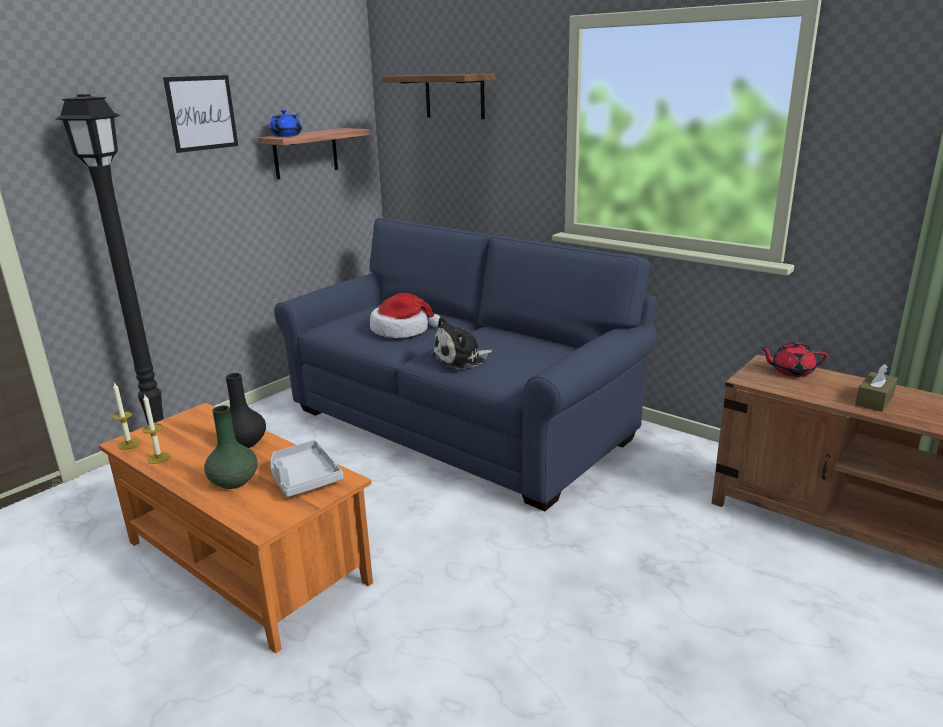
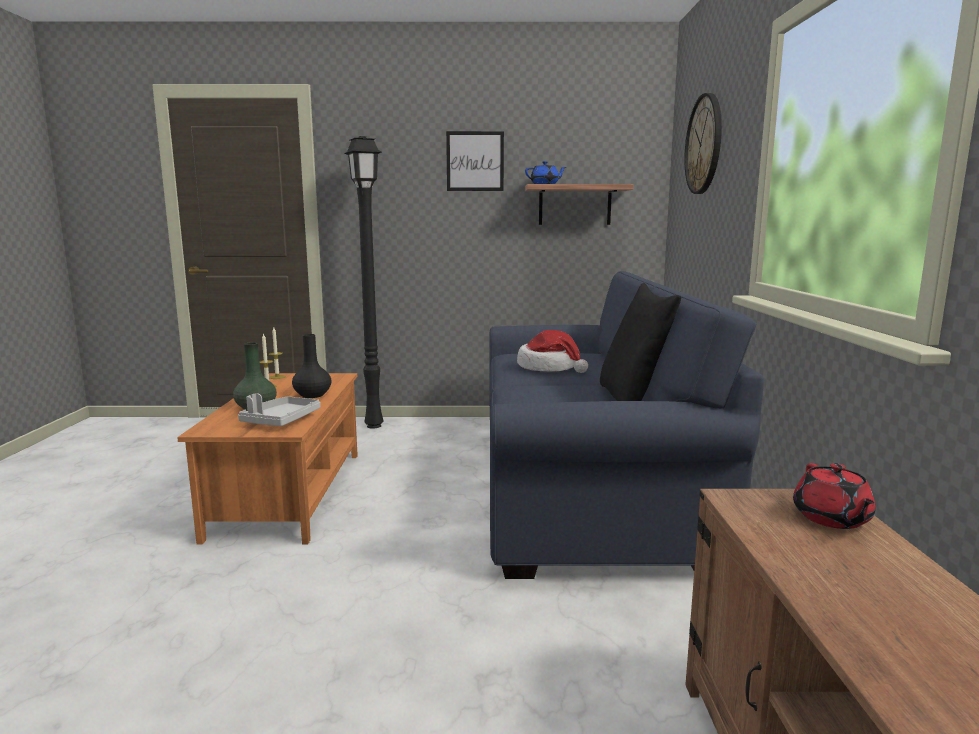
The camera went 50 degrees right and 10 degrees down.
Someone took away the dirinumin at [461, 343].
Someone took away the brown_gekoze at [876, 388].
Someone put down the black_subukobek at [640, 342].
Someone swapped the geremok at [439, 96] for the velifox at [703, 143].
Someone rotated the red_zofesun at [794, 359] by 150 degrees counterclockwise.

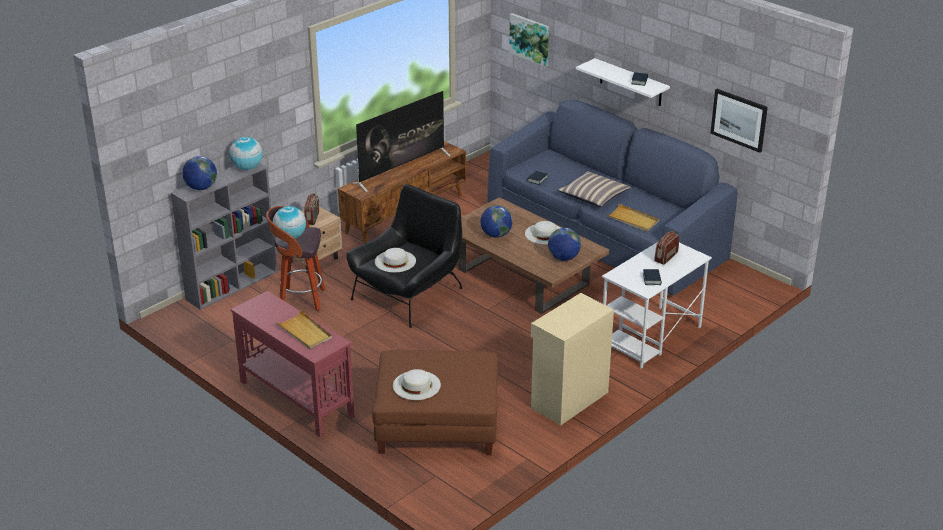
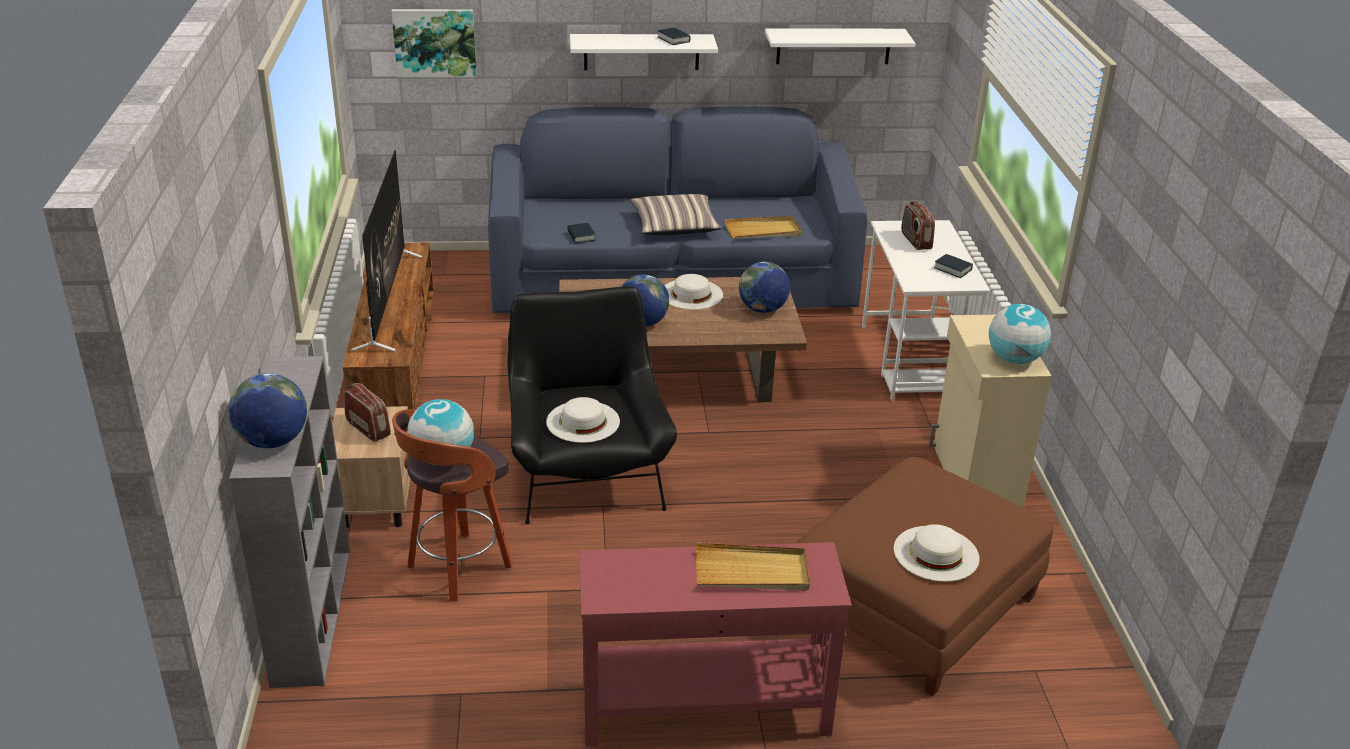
The camera went 50 degrees left and 0 degrees up.
Someone carried the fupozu from [246, 153] to [1020, 334].
Someone swapped the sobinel at [739, 121] for the white_geremok at [840, 46].

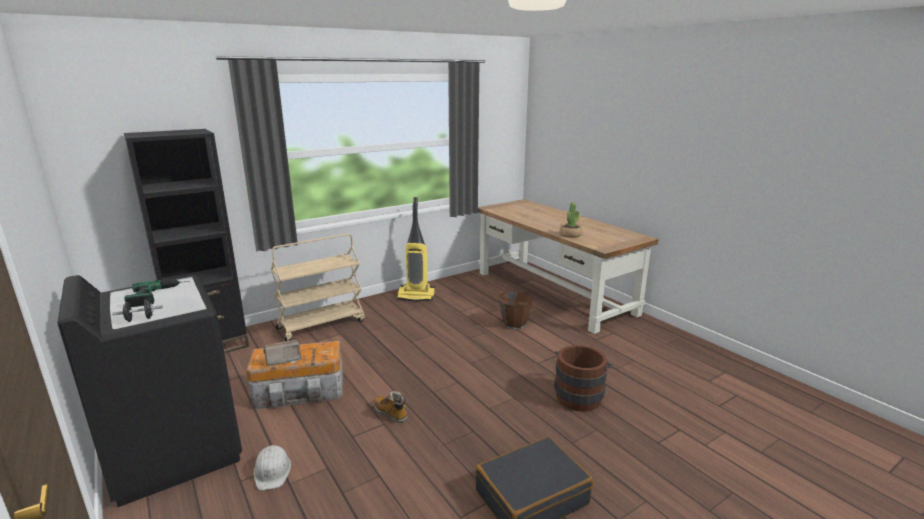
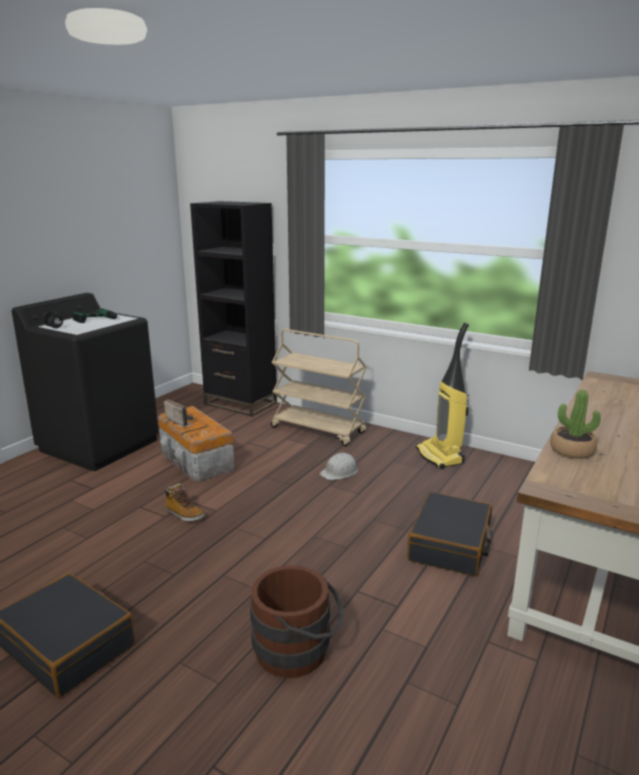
The camera went 65 degrees right and 0 degrees up.
Someone carried the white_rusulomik from [272, 467] to [339, 466].
Someone swapped the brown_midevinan at [516, 310] for the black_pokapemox at [449, 534].
Someone rotated the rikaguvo at [390, 407] by 105 degrees clockwise.

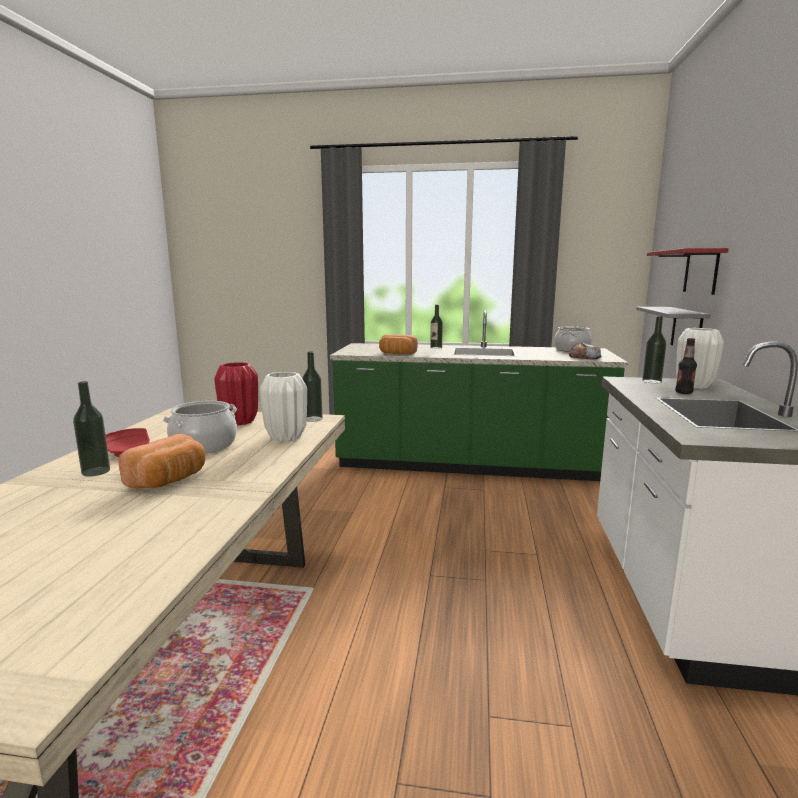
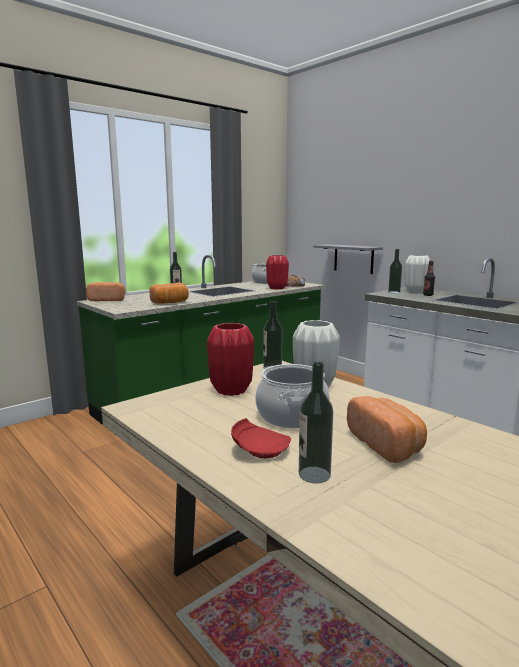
The camera went 50 degrees left and 0 degrees up.
Someone took away the red_geremok at [688, 271].
Someone put down the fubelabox at [105, 291].
Someone put down the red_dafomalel at [277, 272].

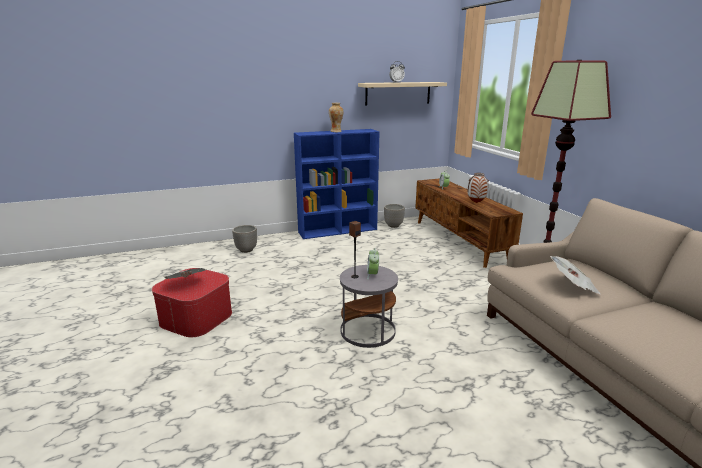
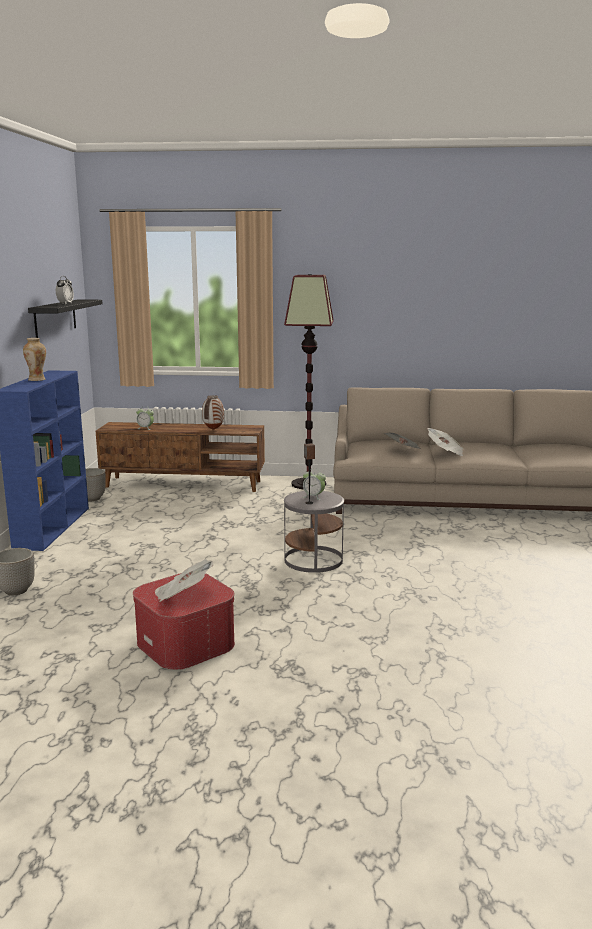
The camera went 65 degrees left and 5 degrees down.
Someone put down the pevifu at [445, 442].
Someone repainted the beige_geremok at [402, 94], which became the black_geremok at [65, 319].

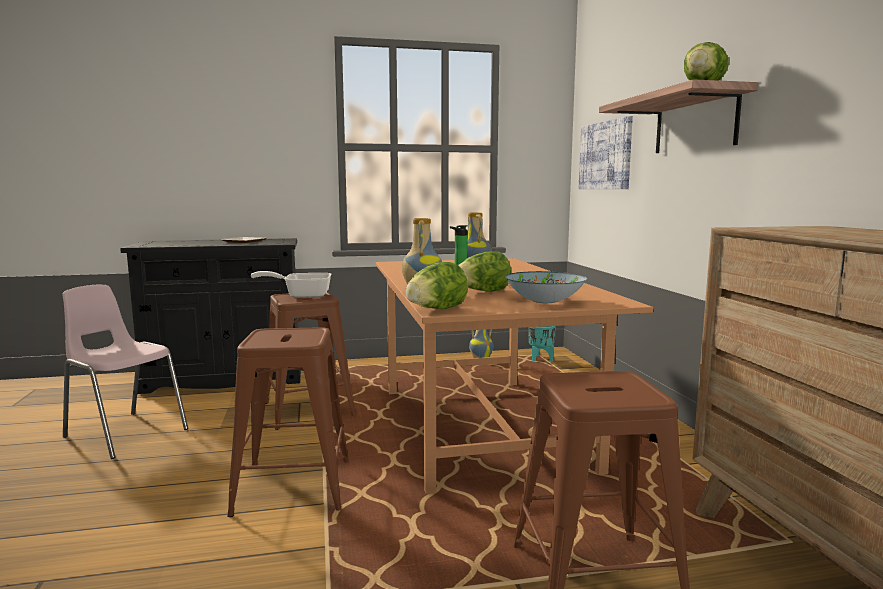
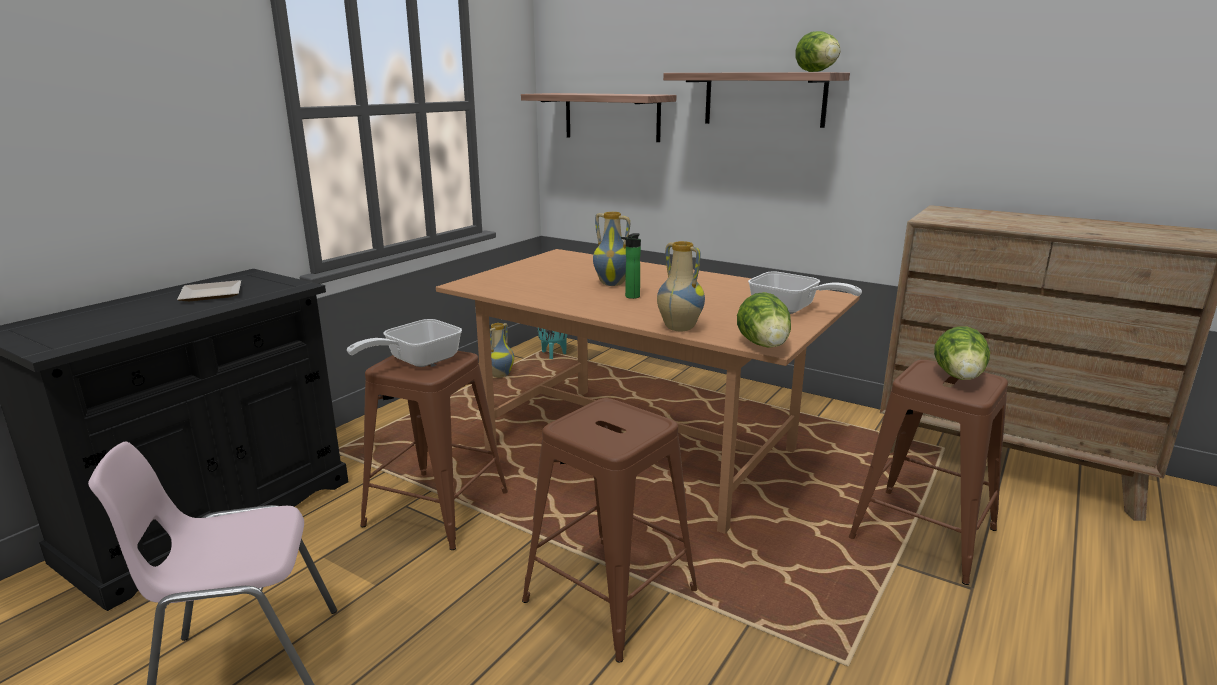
The camera went 45 degrees left and 10 degrees up.
Someone carried the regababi from [485, 271] to [962, 353].
Someone swapped the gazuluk at [546, 287] for the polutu at [805, 293].
Someone swapped the sobinel at [606, 152] for the geremok at [598, 117].

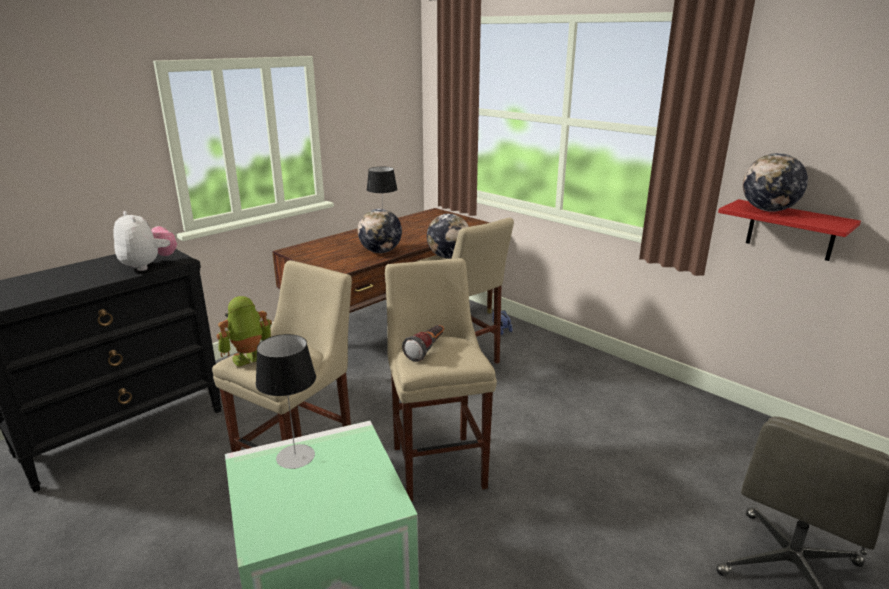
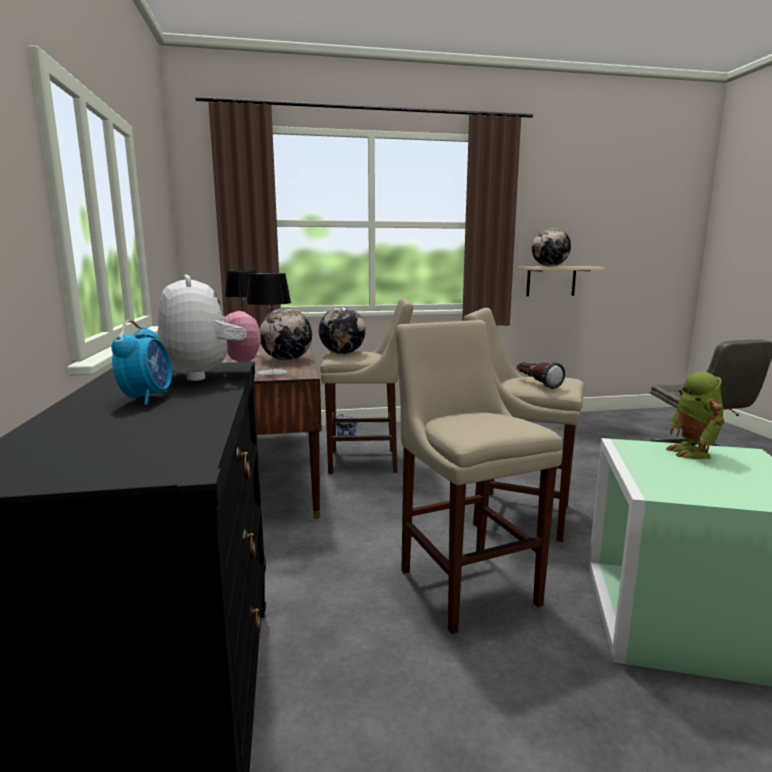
The camera went 55 degrees left and 10 degrees down.
Someone put down the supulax at [141, 362].
Someone carried the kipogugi from [244, 331] to [695, 415].
Someone carried the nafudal from [285, 401] to [268, 324].
Someone repainted the red_geremok at [789, 230], which became the beige_geremok at [561, 281].
Someone rotated the dirinumin at [145, 241] by 75 degrees clockwise.

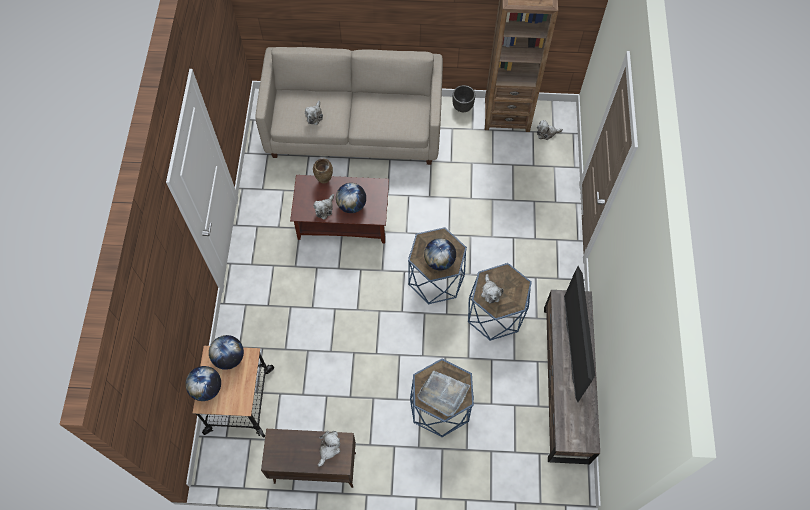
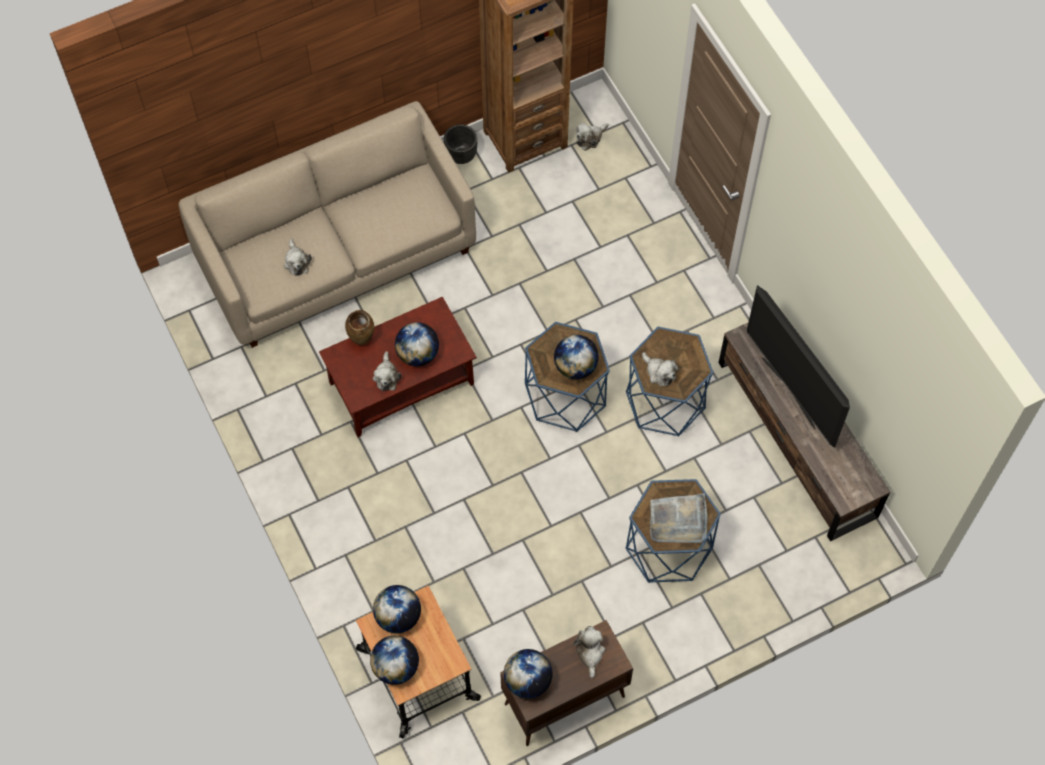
The camera went 30 degrees left and 0 degrees up.
Someone put down the fupozu at [528, 673].

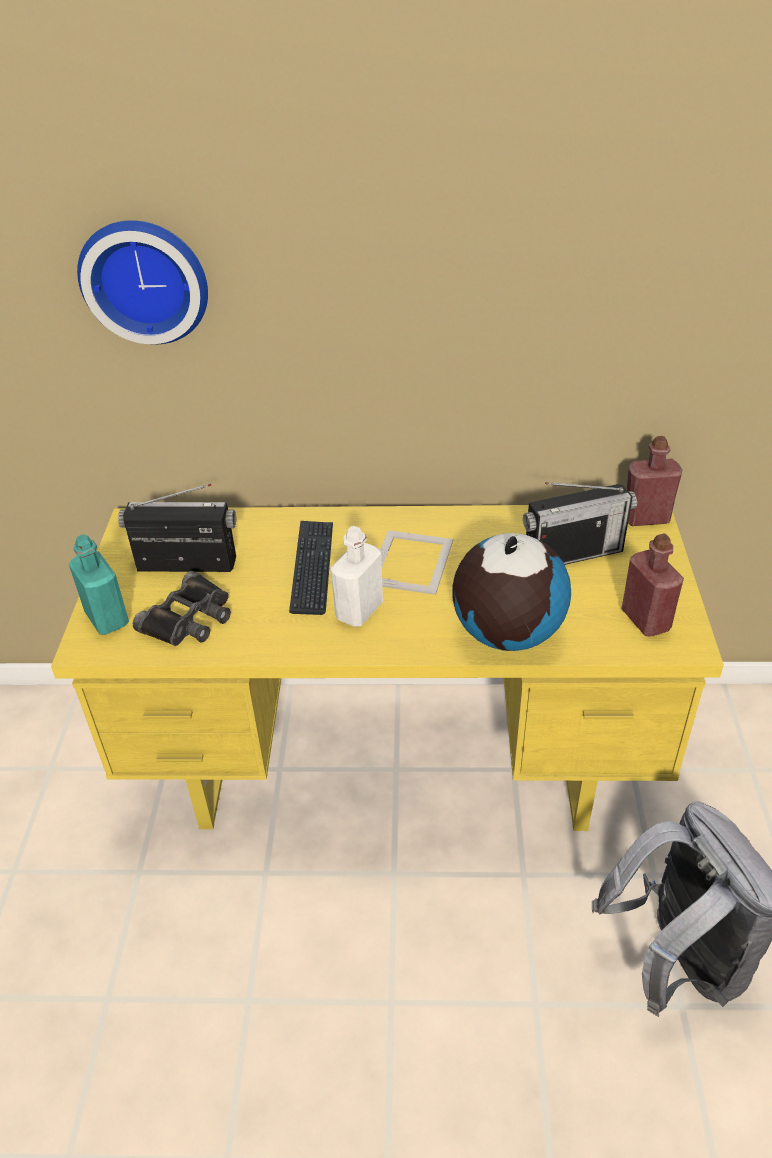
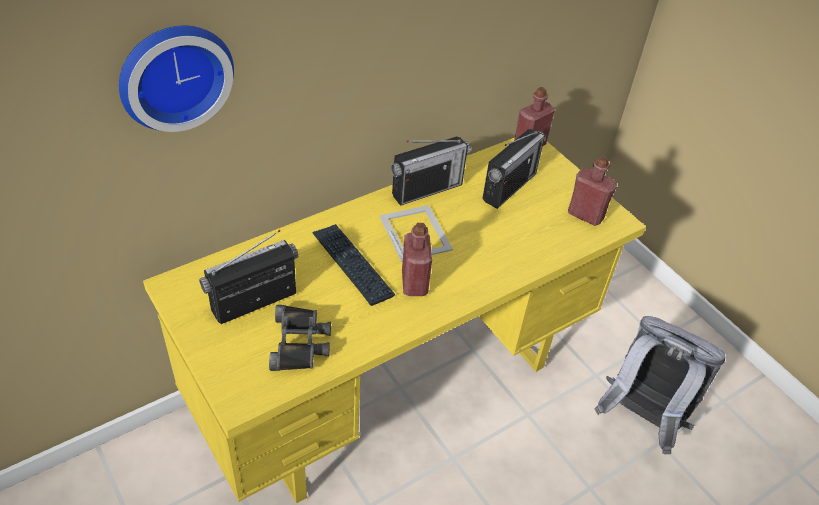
The camera went 40 degrees left and 5 degrees up.
Someone took away the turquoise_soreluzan at [99, 584].
Someone took away the fupozu at [511, 592].
Someone put down the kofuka at [431, 171].
Someone repainted the white_soreluzan at [356, 576], which became the red_soreluzan at [417, 259].

